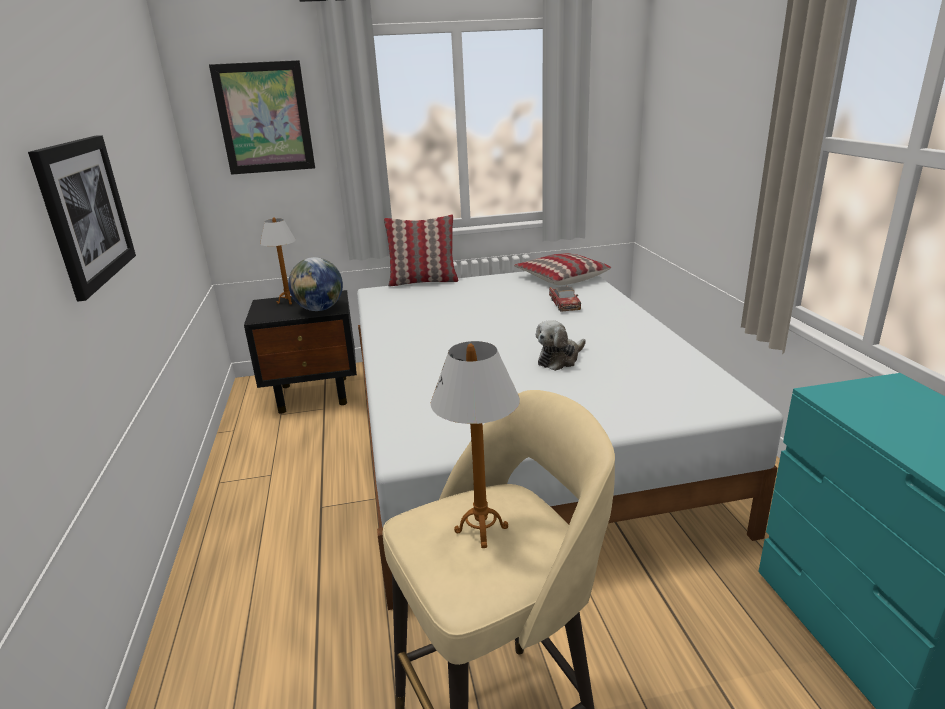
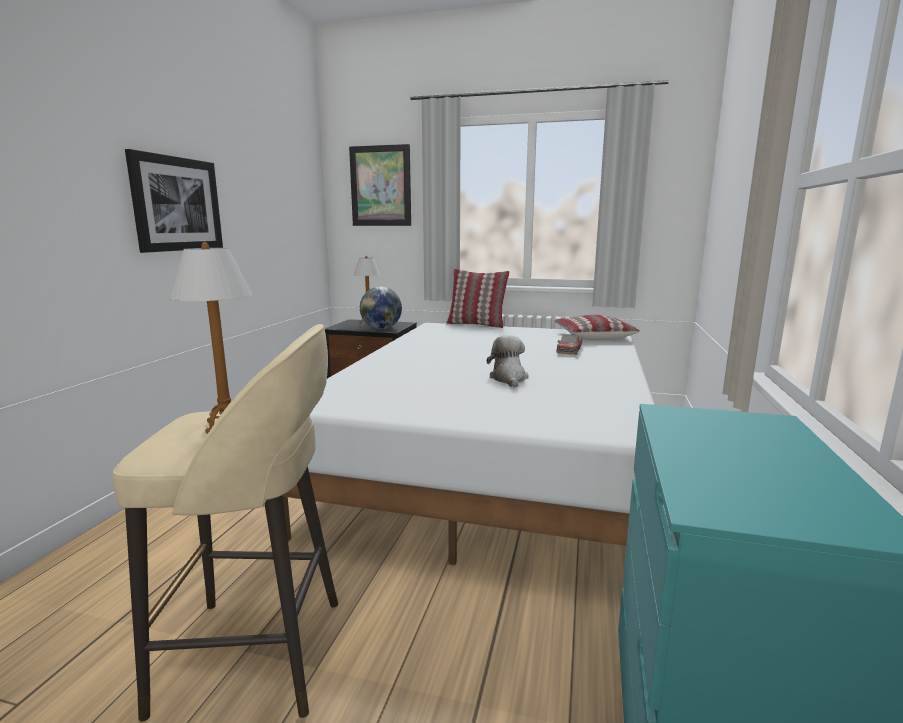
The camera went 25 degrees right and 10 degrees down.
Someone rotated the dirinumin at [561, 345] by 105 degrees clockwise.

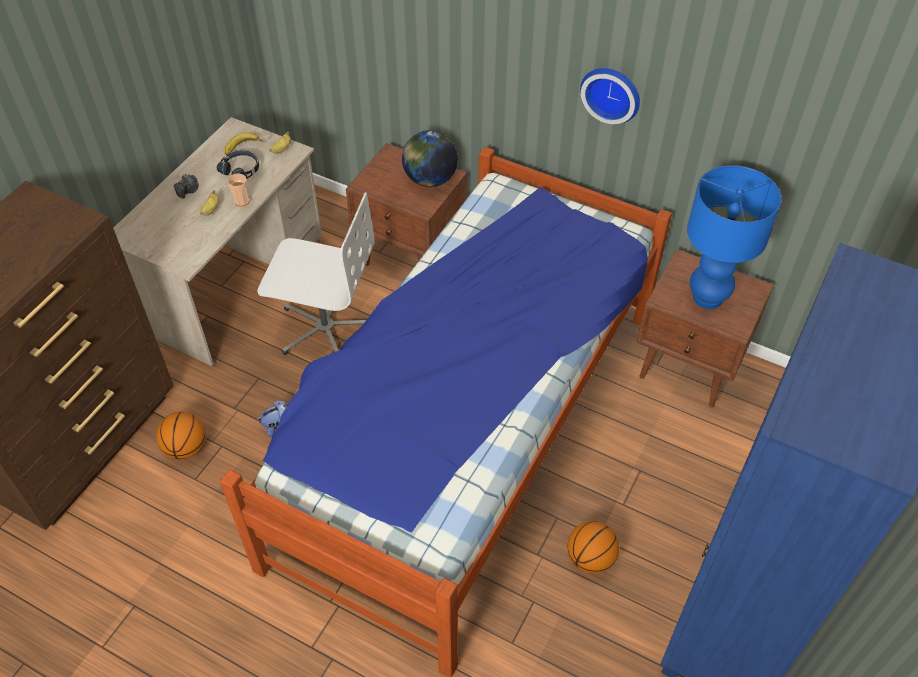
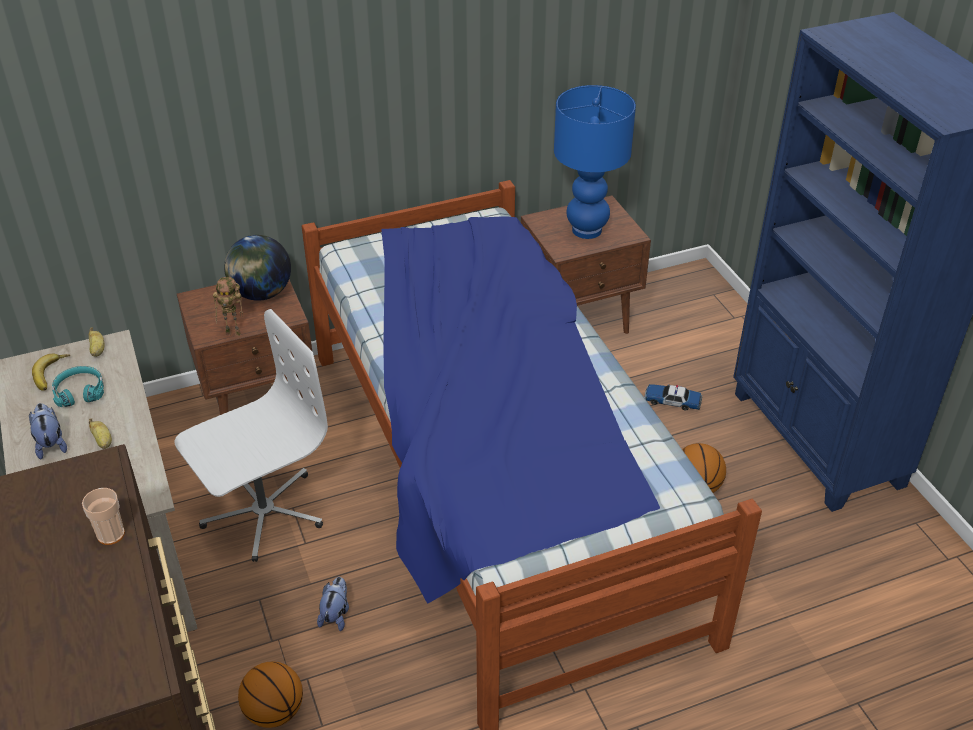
The camera went 50 degrees left and 10 degrees down.
Someone took away the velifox at [610, 96].
Someone put down the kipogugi at [228, 306].
Someone put down the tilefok at [673, 397].
Someone carried the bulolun from [238, 190] to [103, 516].
Someone swapped the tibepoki at [186, 186] for the dirinumin at [48, 431].
Someone repainted the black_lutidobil at [237, 164], which became the turquoise_lutidobil at [78, 386].

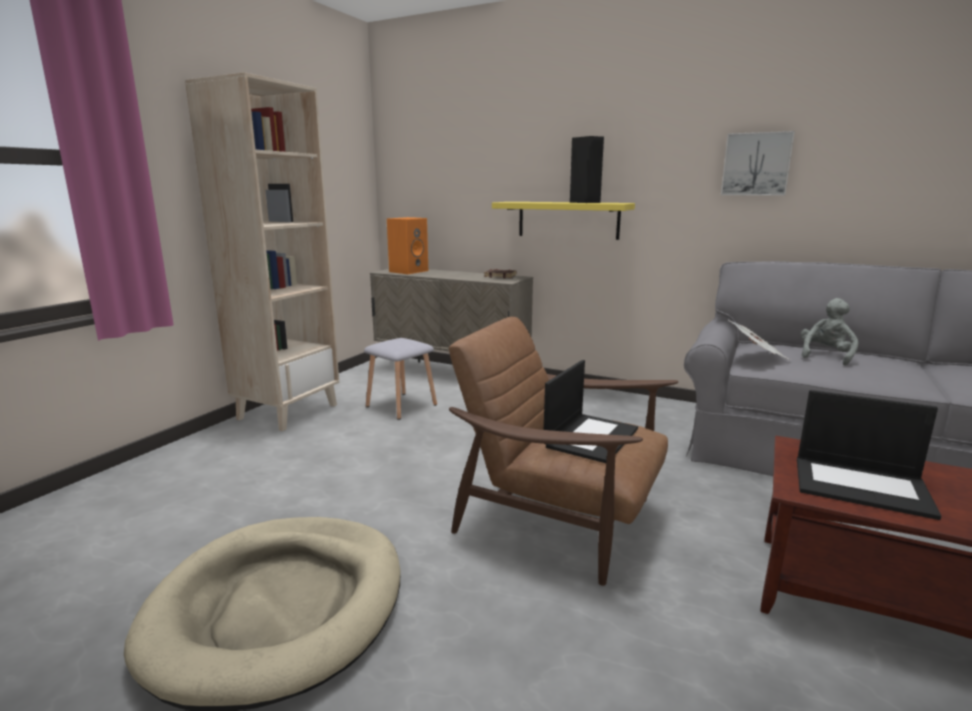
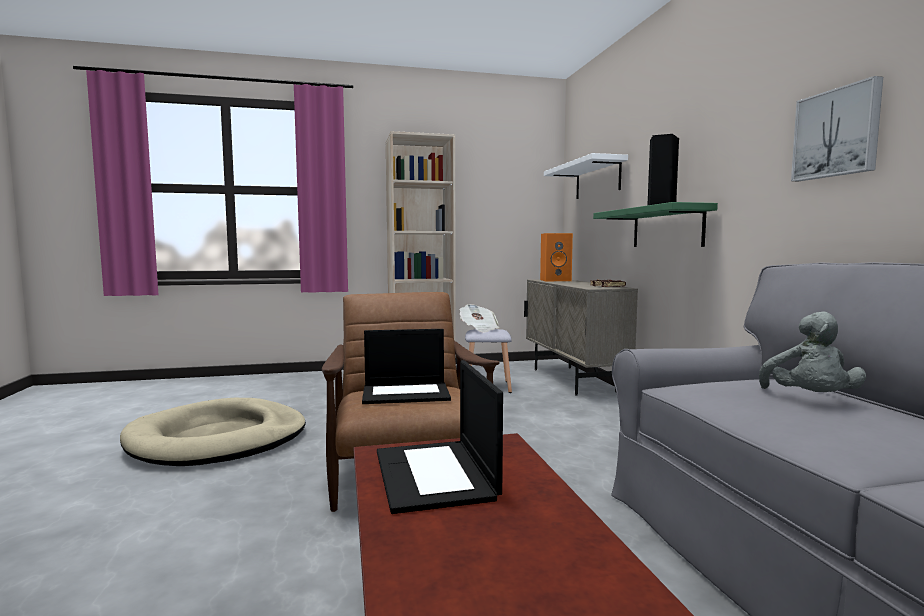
The camera went 50 degrees right and 10 degrees down.
Someone put up the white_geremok at [586, 176].
Someone carried the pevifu from [759, 340] to [479, 318].
Someone repainted the yellow_geremok at [563, 221], which became the green_geremok at [655, 224].
Someone rotated the grey_dirinumin at [830, 332] by 105 degrees clockwise.

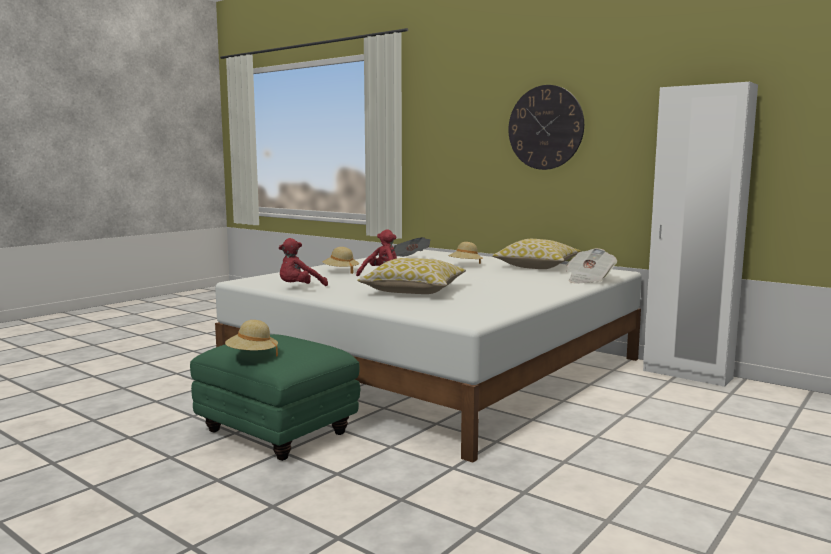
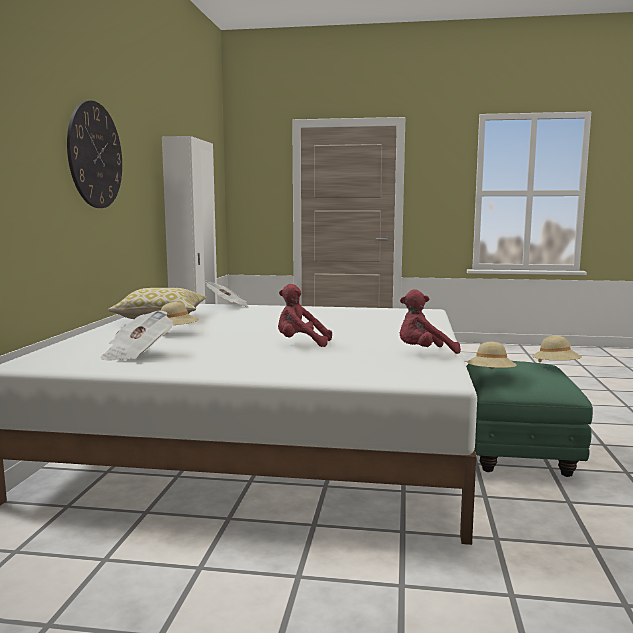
The camera went 120 degrees left and 0 degrees up.
Someone took away the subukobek at [411, 276].
Someone carried the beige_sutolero from [341, 260] to [492, 355].
Someone rotated the red_dirinumin at [303, 262] by 150 degrees clockwise.

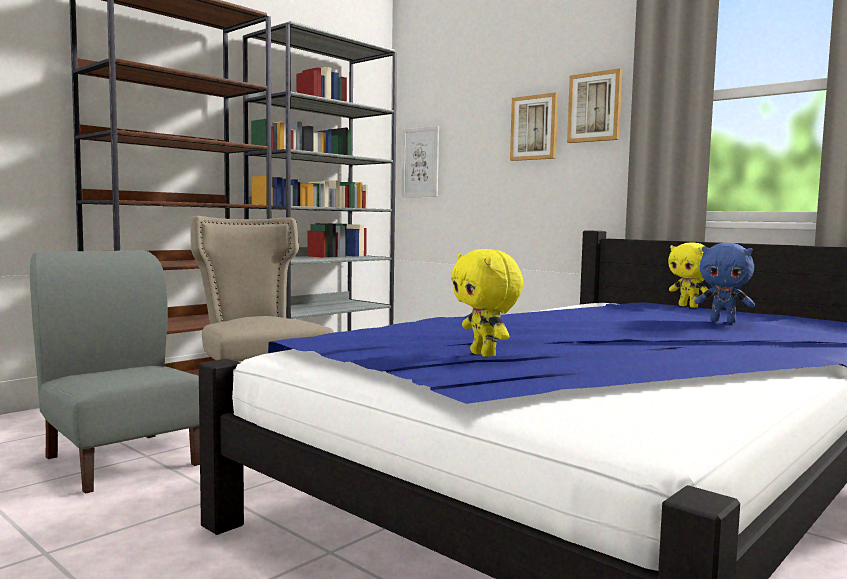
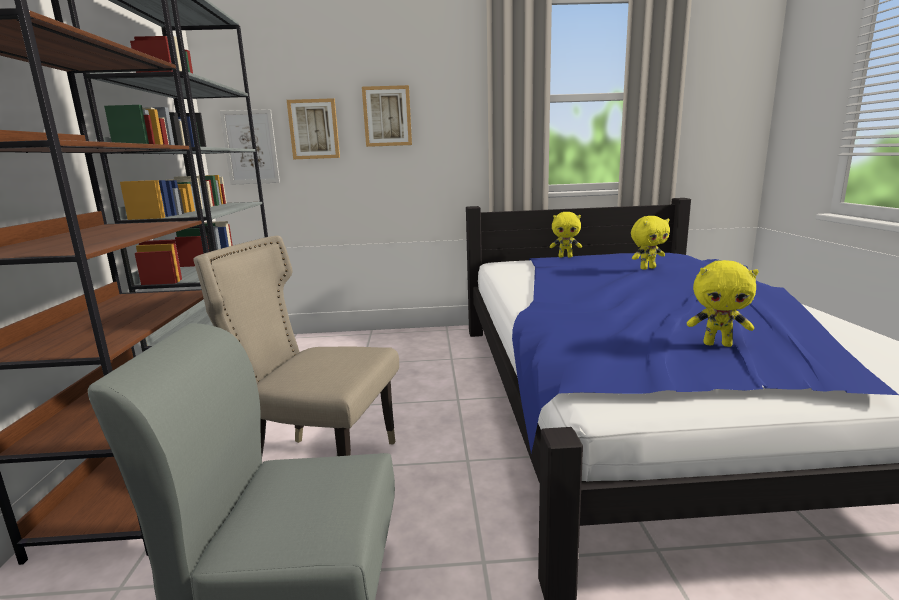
The camera went 45 degrees left and 10 degrees up.
Someone carried the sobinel from [595, 105] to [313, 128].
Someone repainted the blue_dirinumin at [725, 283], which became the yellow_dirinumin at [650, 243].

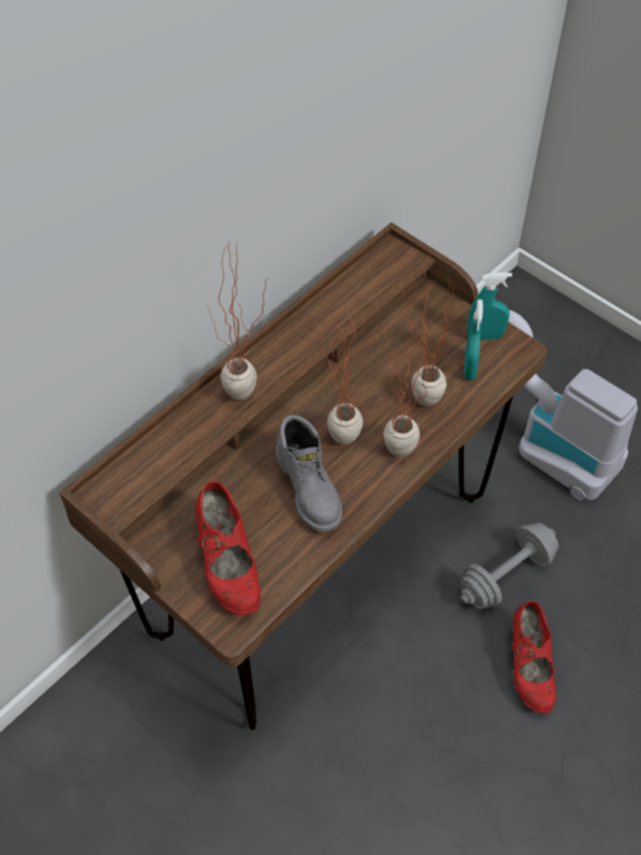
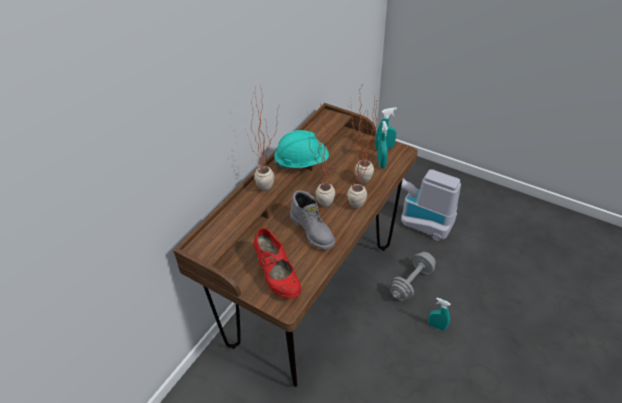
The camera went 10 degrees left and 10 degrees down.
Someone put down the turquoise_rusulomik at [301, 149].
Someone swapped the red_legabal at [534, 657] for the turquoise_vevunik at [439, 314].

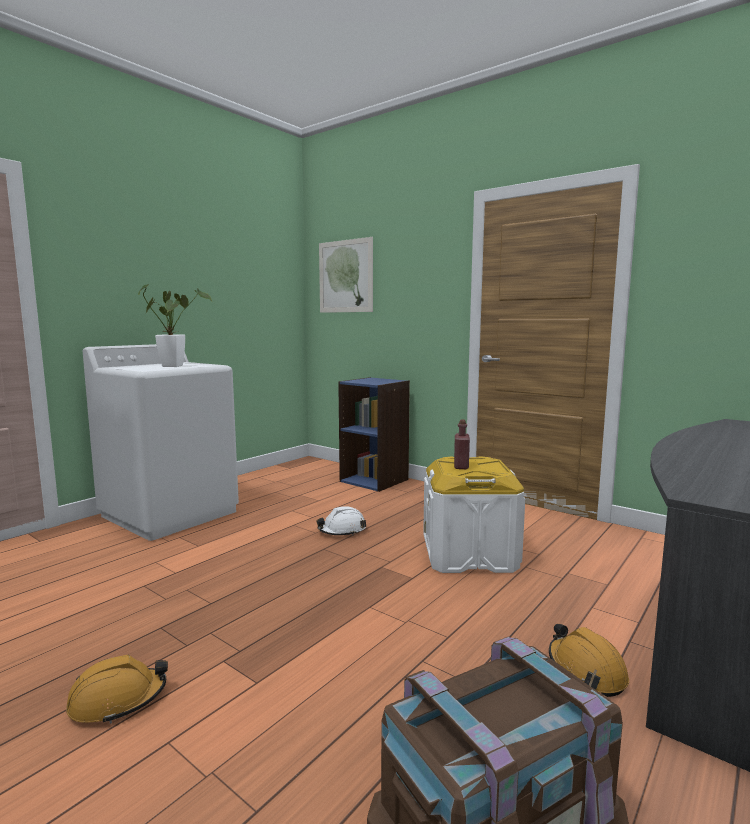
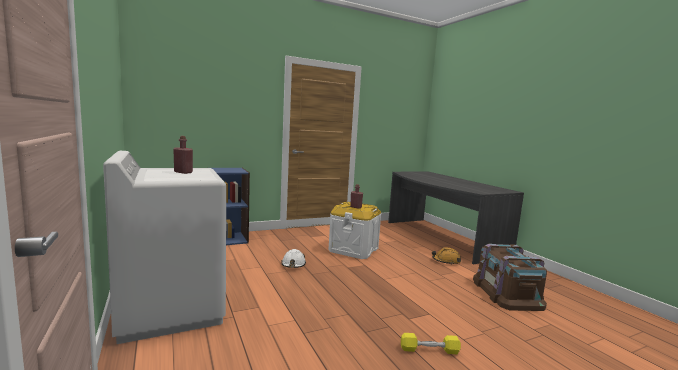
The camera went 65 degrees left and 0 degrees up.
Someone took away the sobinel at [346, 275].
Someone swapped the orange_rusulomik at [117, 689] for the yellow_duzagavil at [431, 343].
Someone swapped the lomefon at [175, 325] for the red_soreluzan at [183, 155].

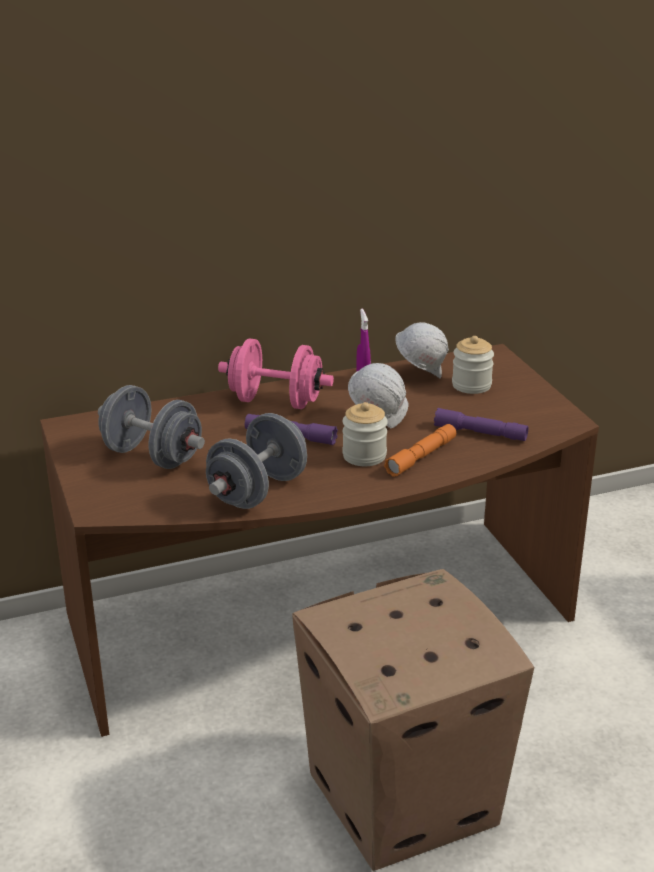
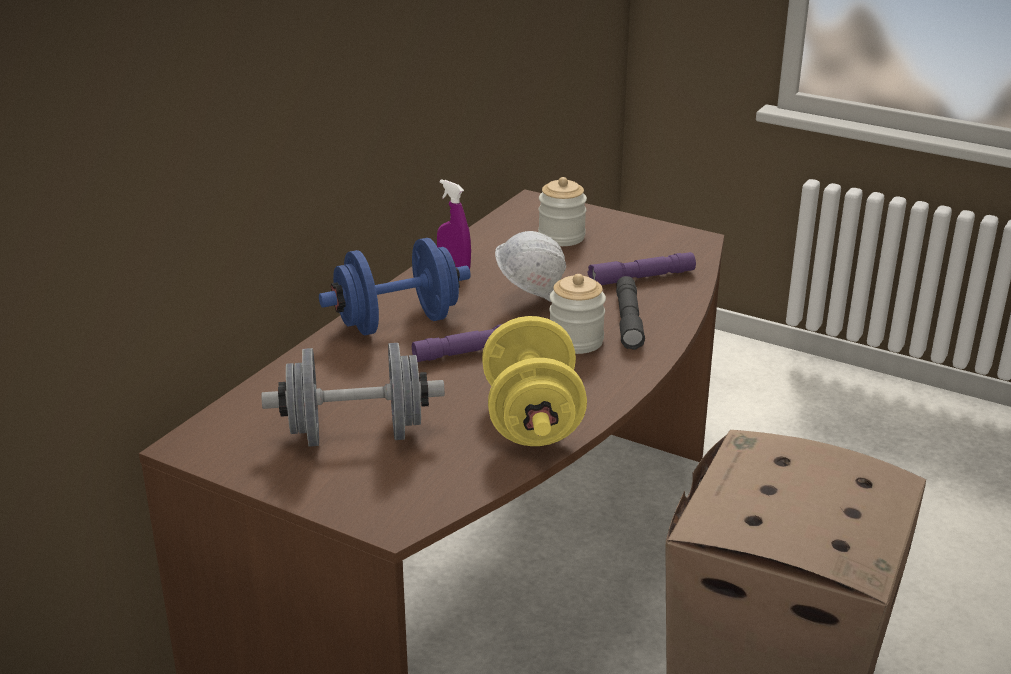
The camera went 40 degrees left and 0 degrees up.
Someone took away the white_rusulomik at [422, 350].
Someone repainted the grey_duzagavil at [256, 461], which became the yellow_duzagavil at [534, 381].
Someone repainted the pink_duzagavil at [276, 374], which became the blue_duzagavil at [395, 286].
Someone repainted the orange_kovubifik at [420, 450], which became the grey_kovubifik at [630, 313].

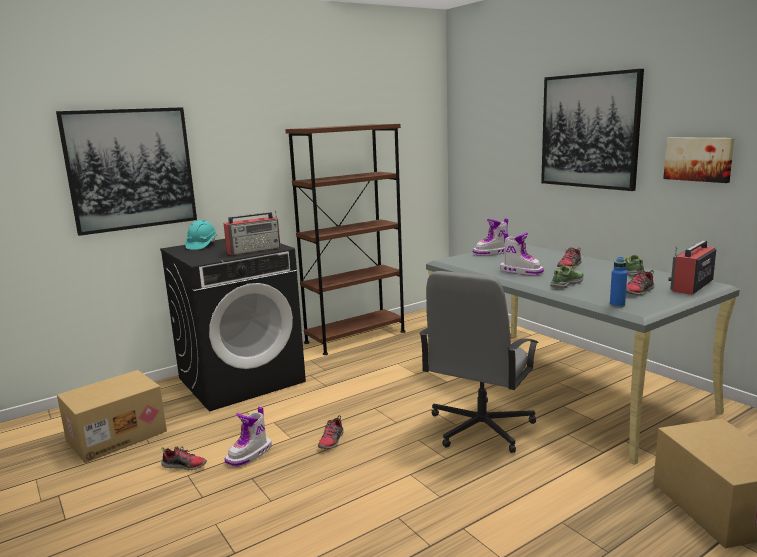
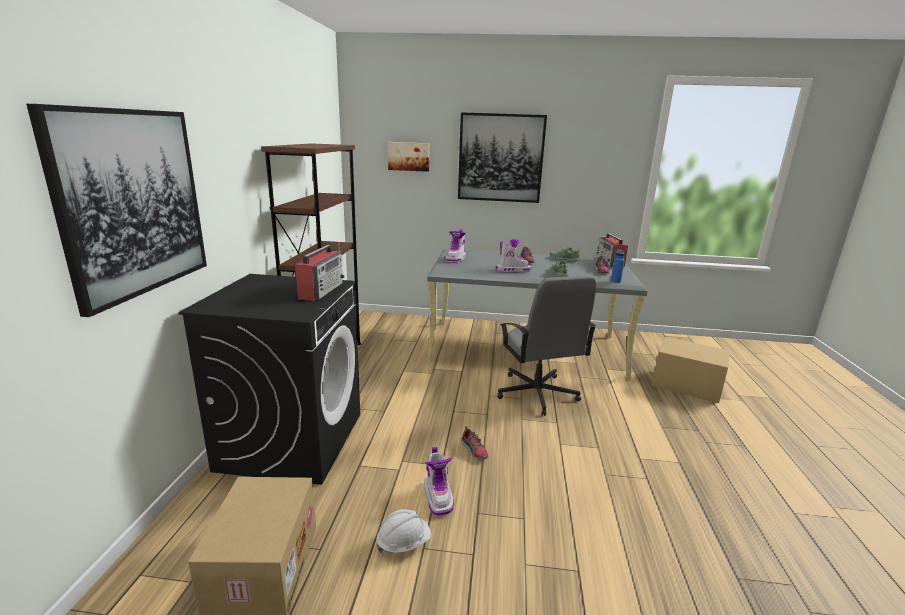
The camera went 50 degrees left and 5 degrees up.
Someone took away the turquoise_rusulomik at [201, 235].
Someone carried the sobinel from [698, 160] to [408, 157].
Someone swapped the legabal at [184, 458] for the white_rusulomik at [403, 531].

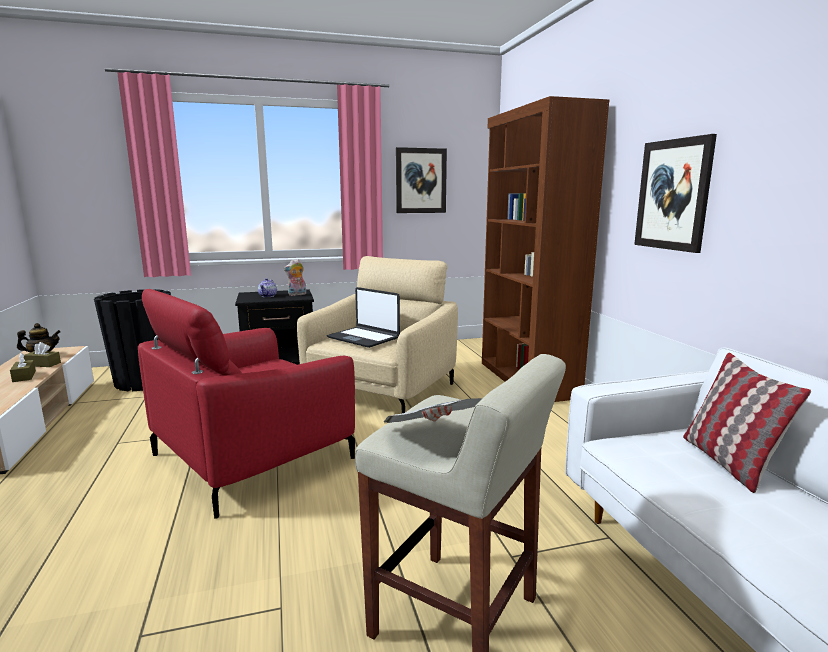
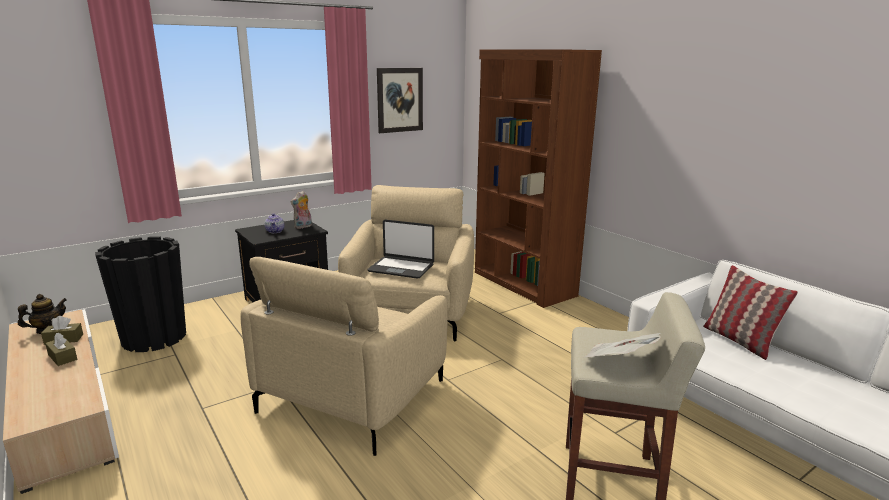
The camera went 20 degrees left and 5 degrees up.
Someone took away the sobinel at [675, 193].
Someone repainted the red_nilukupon at [246, 404], which became the beige_nilukupon at [344, 356].

